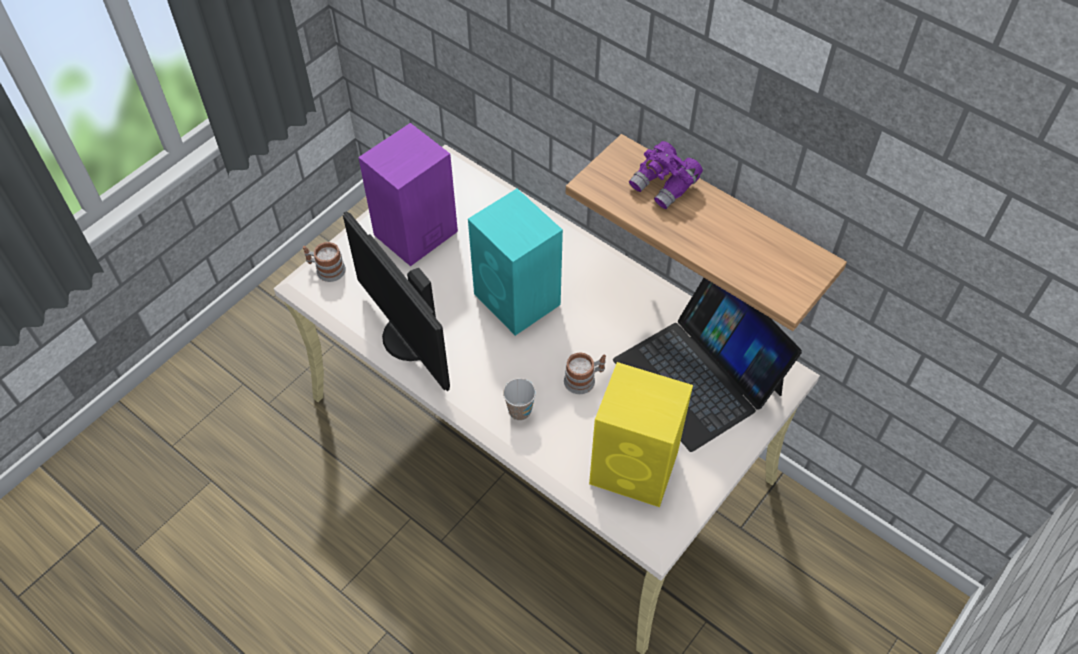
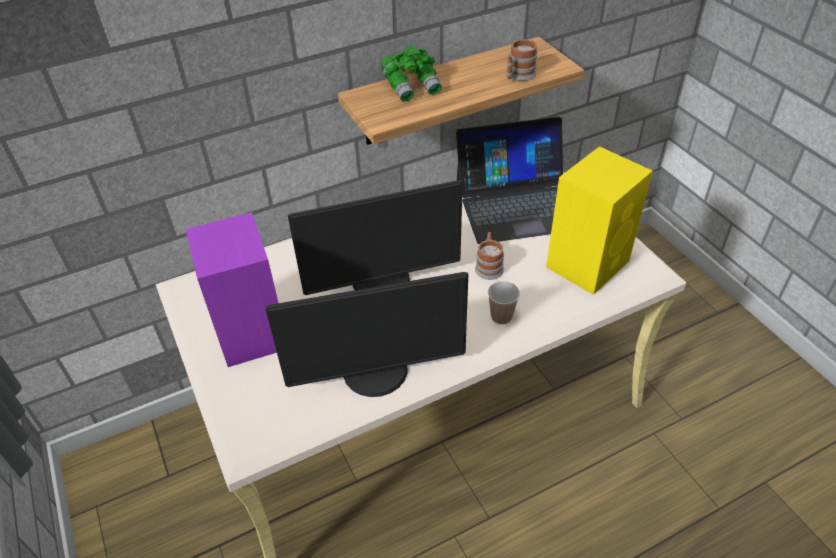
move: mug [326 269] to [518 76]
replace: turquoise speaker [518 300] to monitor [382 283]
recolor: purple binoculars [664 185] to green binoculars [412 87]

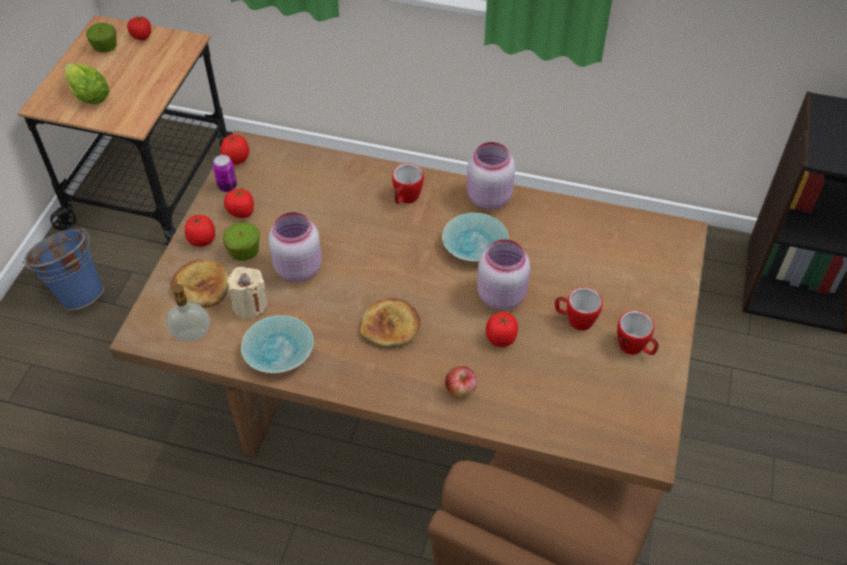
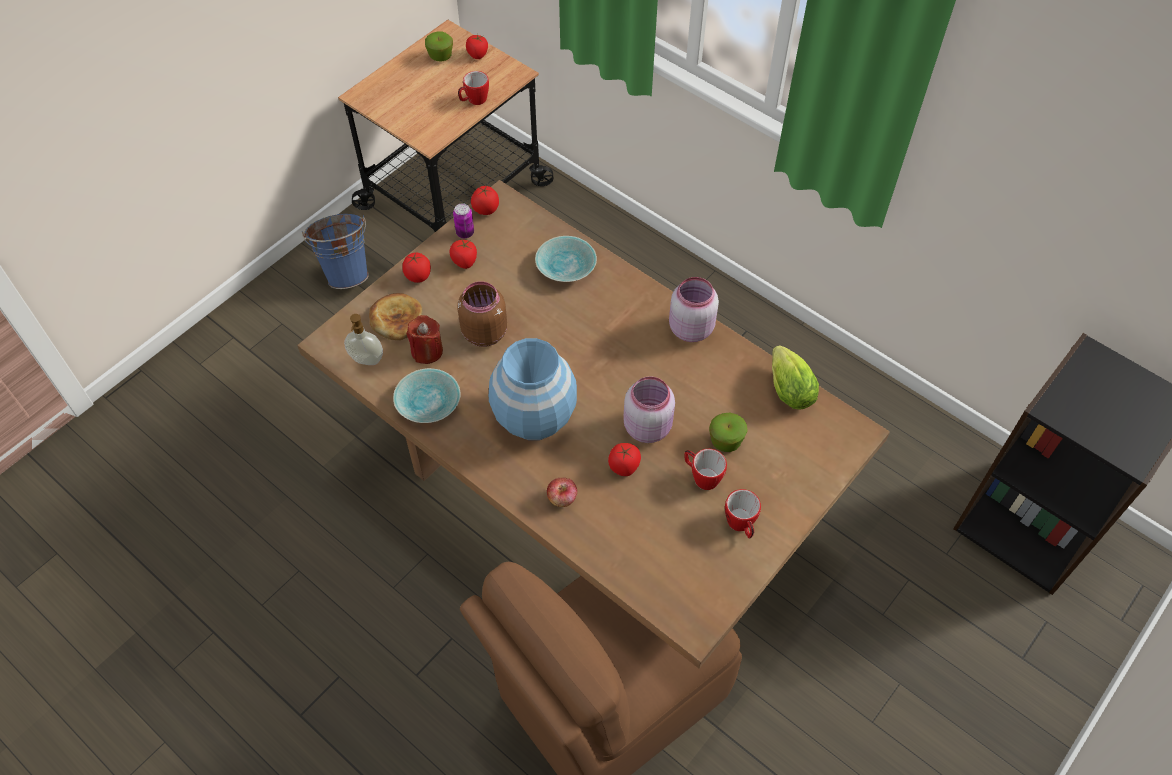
move: lettuce [87 94] to [787 387]; apple [244 252] to [725 441]; mug [405 199] to [474 100]; turquoise bowl [472 246] to [564 266]
replace: bread [390 326] to blue vase [534 417]
recolor: beige candle [250 305] to red candle [427 351]; pink jar [297 268] to brown jar [484 332]

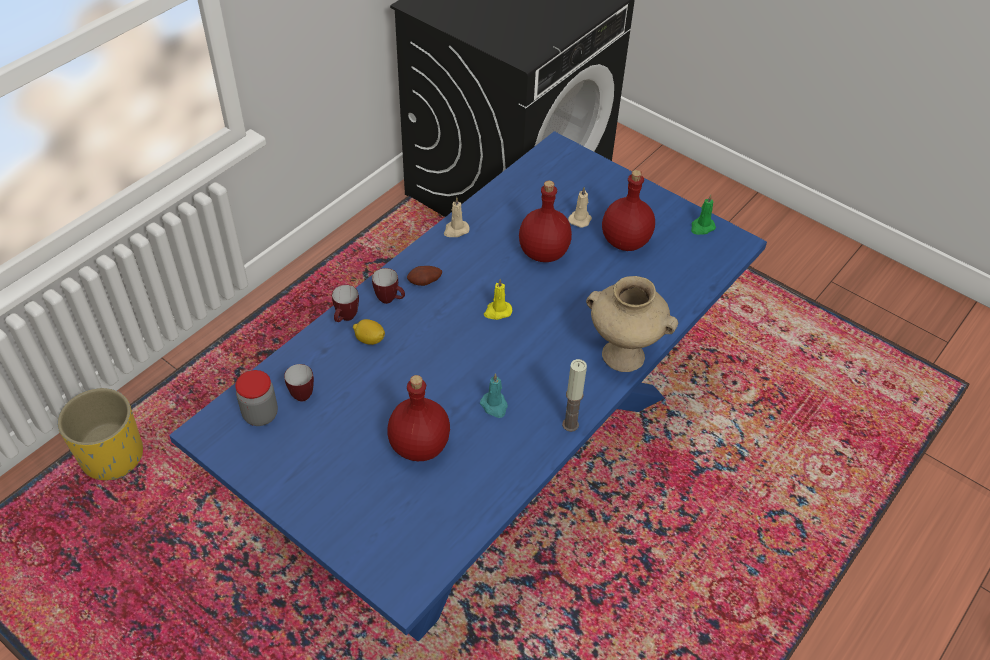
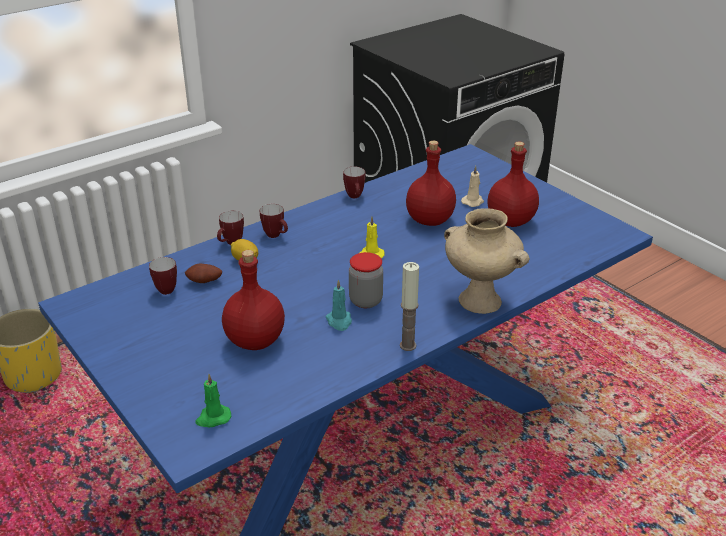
move: jar [260 414] to [365 301]; potato [425 283] to [204 282]; green candle [702 227] to [213 418]
replace: beige candle [455 230] to mug [355 197]

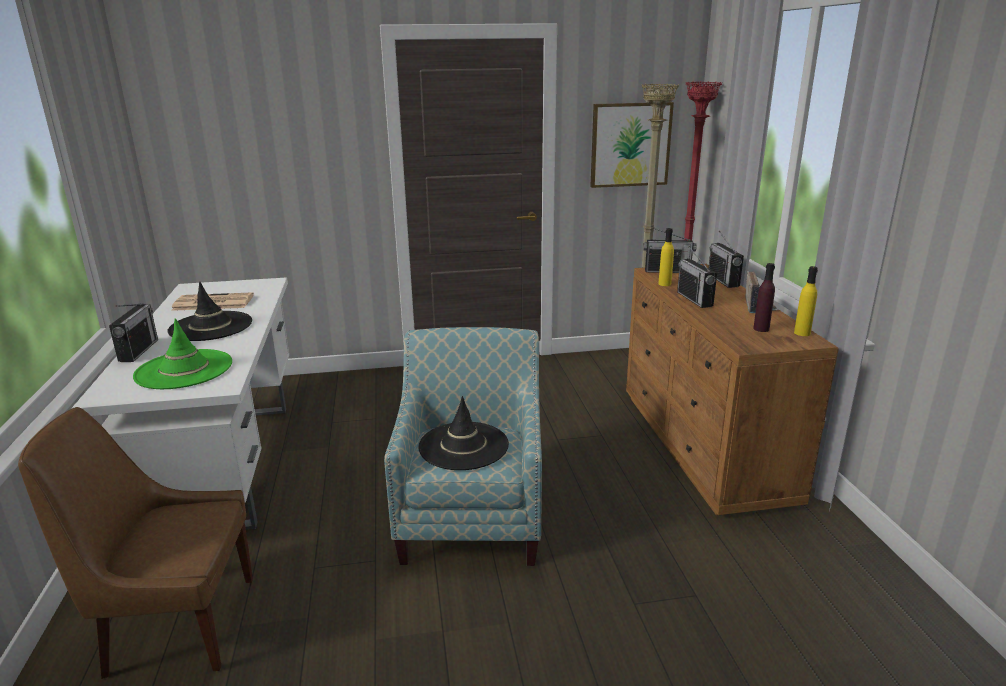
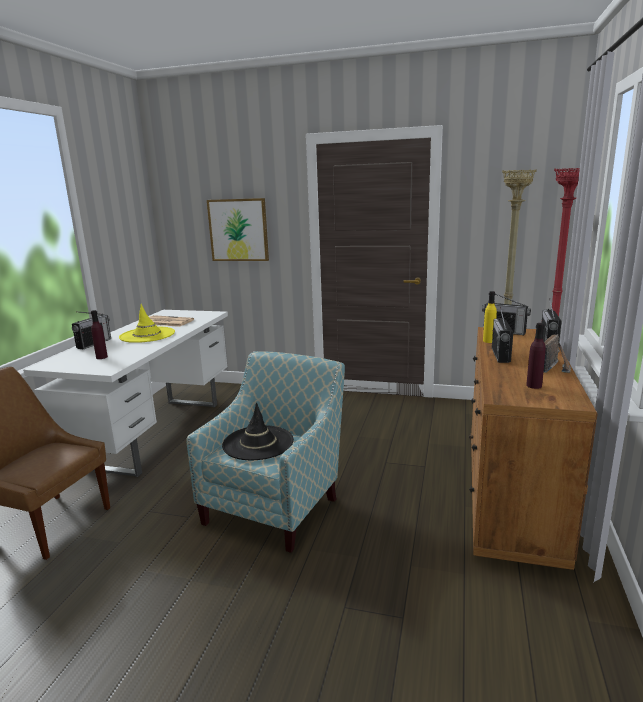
delete: yellow bottle [802 333]
move: picture [630 145] to [238 230]
replace: green hat [184 369] to purple bottle [101 357]
recolor: black hat [211 326] to yellow hat [147 335]

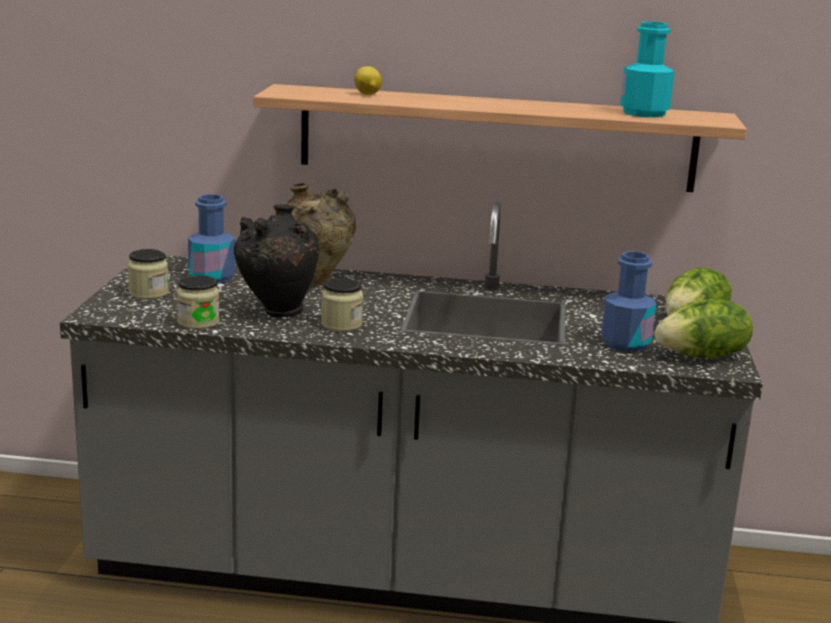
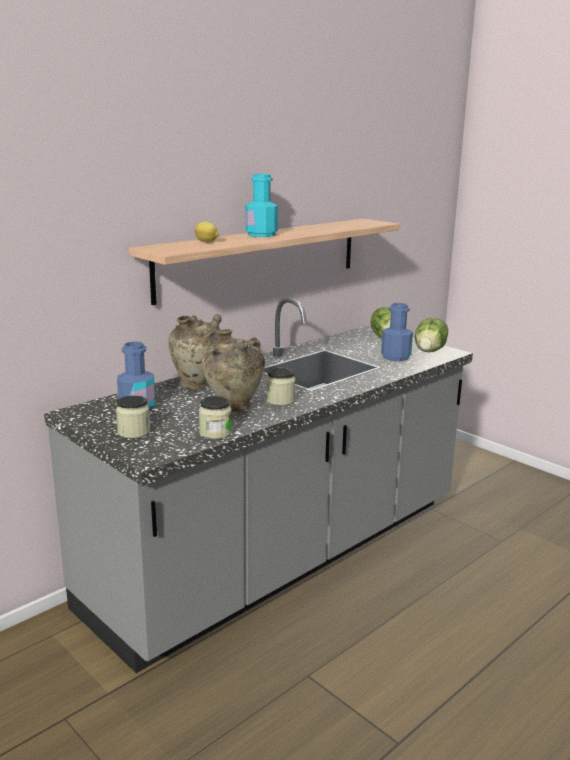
move: turquoise bottle [644 113] to [261 235]
recolor: black vase [277 313] to beige vase [234 409]

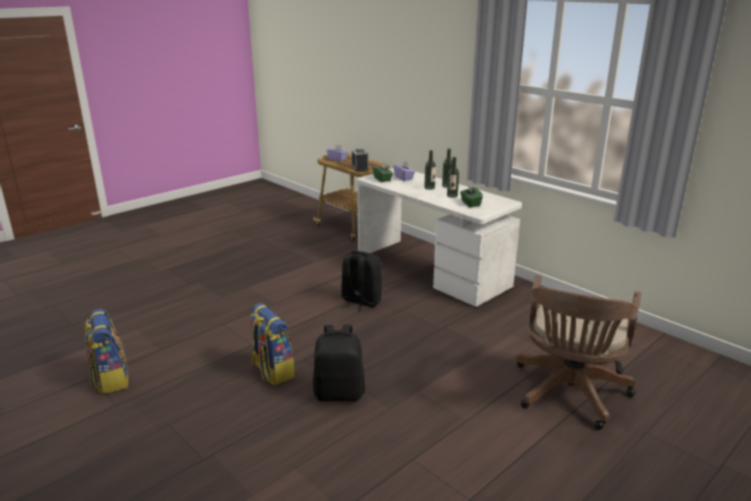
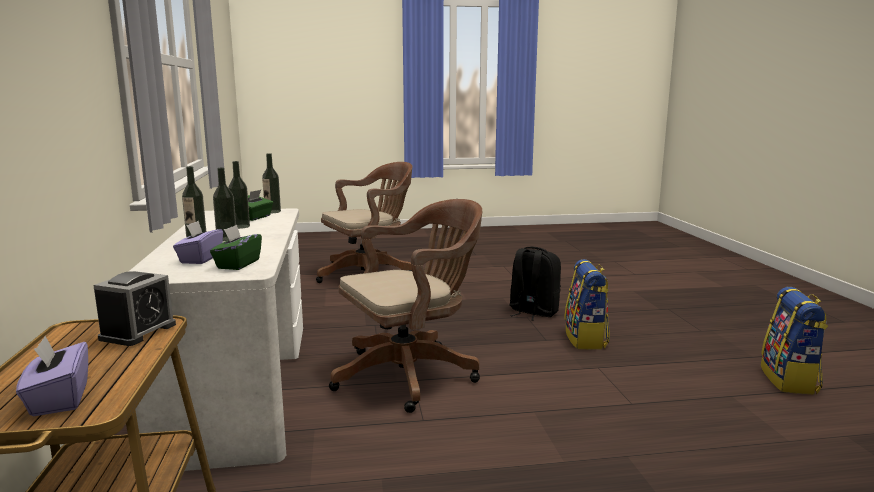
insert: bottle [272 212]
replace: black backpack [360 302] to brown office chair [411 374]

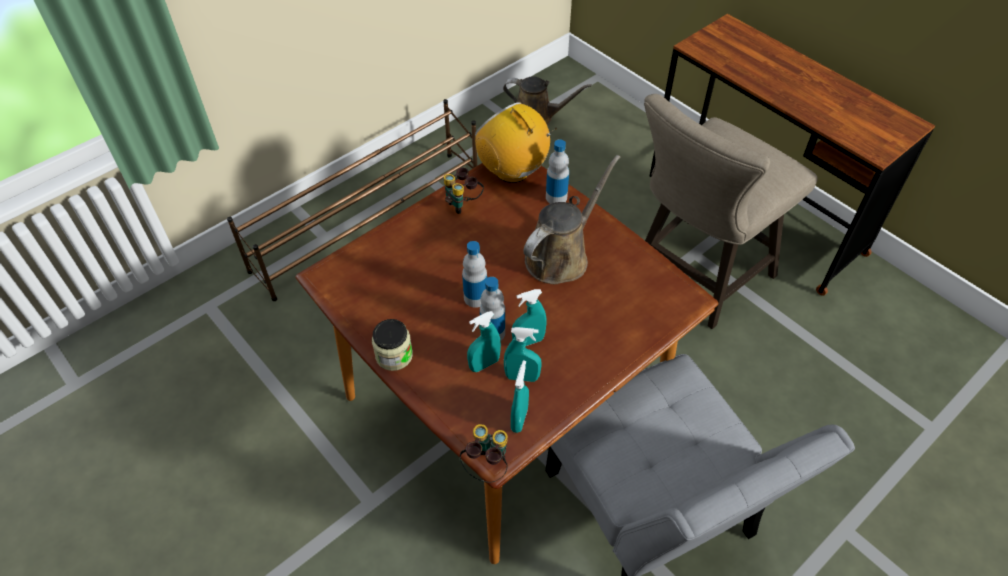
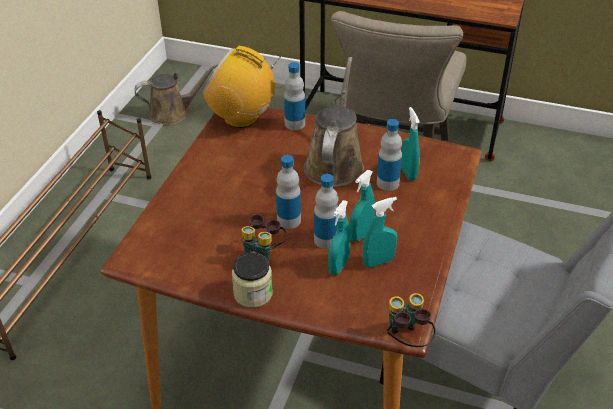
insert: bottle [388 183]
move: binoculars [463 204] to [263 255]; turquoise spray bottle [519 419] to [408 173]

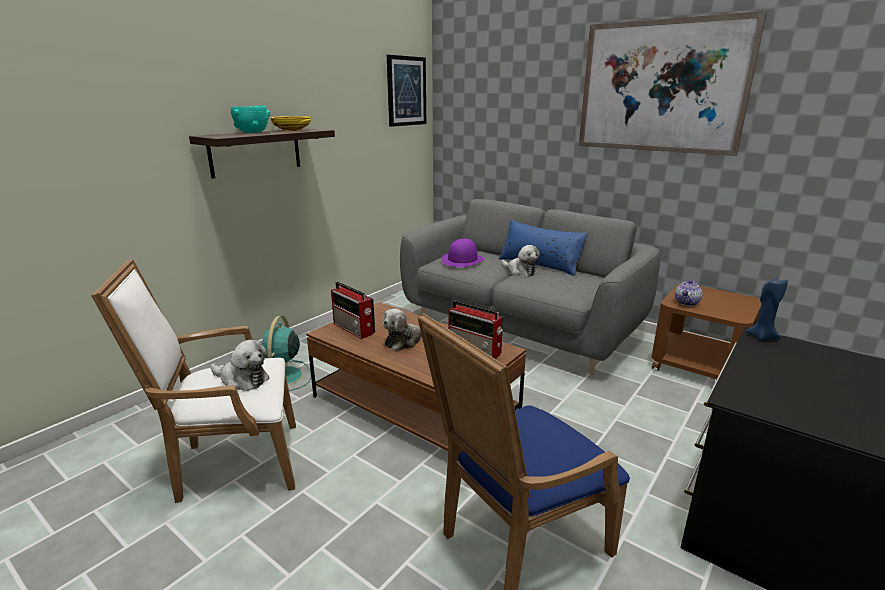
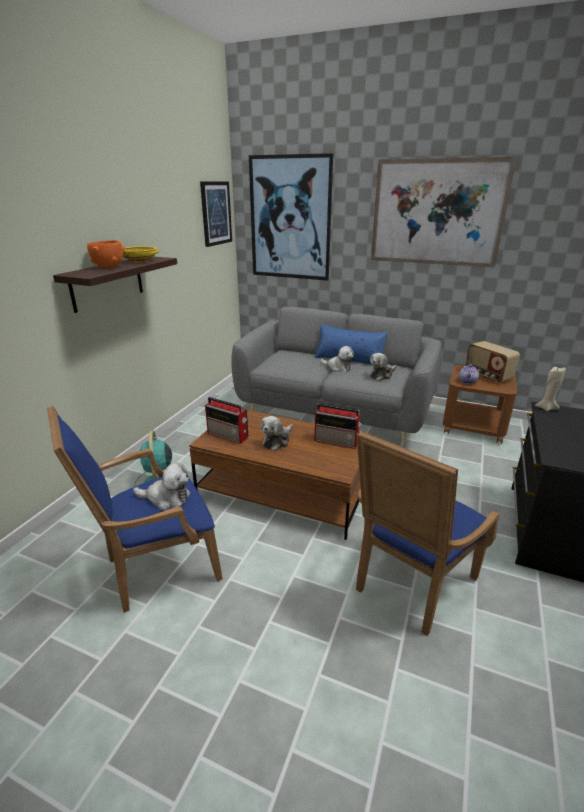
delete: purple hat [462 260]
insert: picture [290 219]; plush toy [382 375]; radio [487 376]
recolor: white armchair [231 464] to blue armchair [155 569]; turquoise bowl [252 133] to orange bowl [108 267]; blue candle [761 336] to beige candle [546 408]

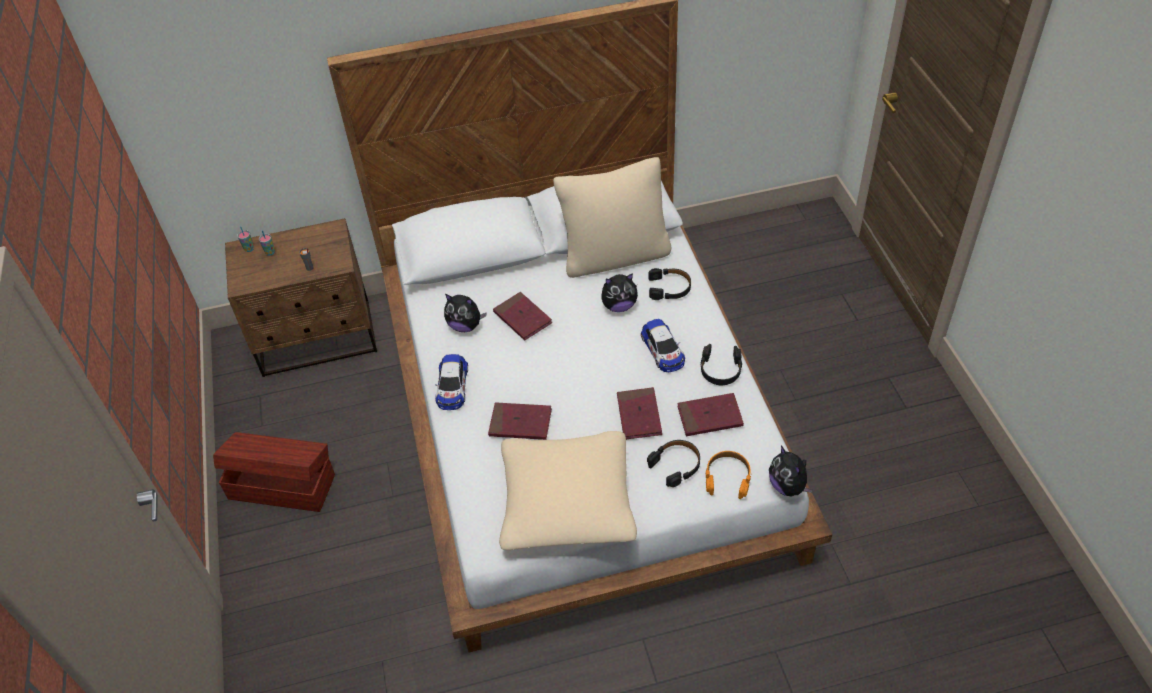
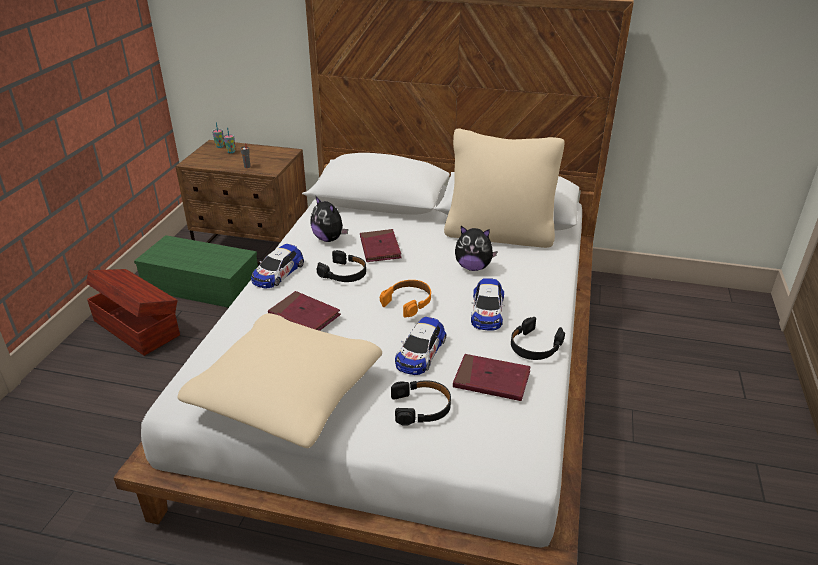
delete: plush toy [788 486]
insert: green storage box [204 285]
move: black headphones [669 288] to [344 273]; orange headphones [727 478] to [408 302]
replace: red book [639 415] to toy car [420 352]

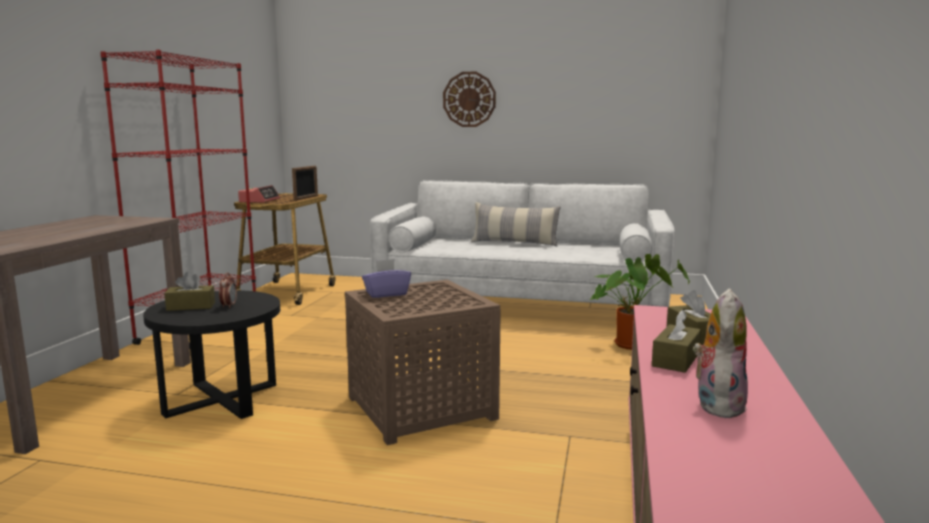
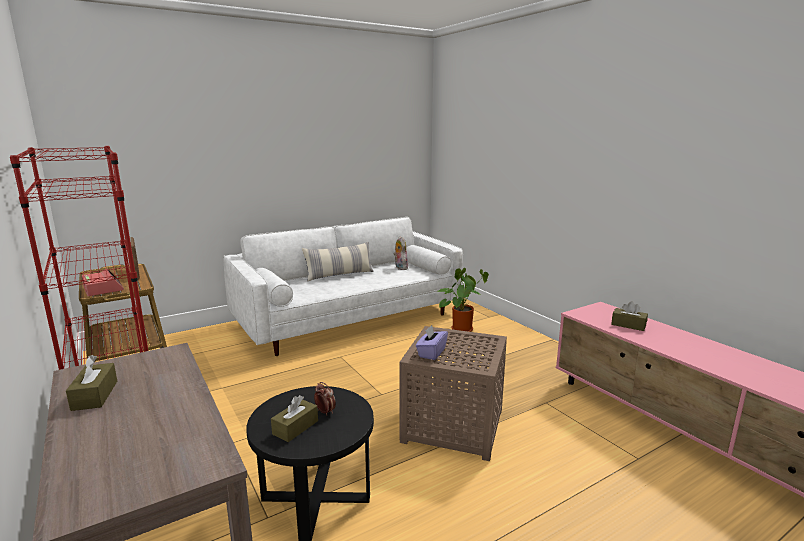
delete: wall clock [469 99]
move: brown tissue box [675 360] to [95 395]; plush toy [717 404] to [400 267]

